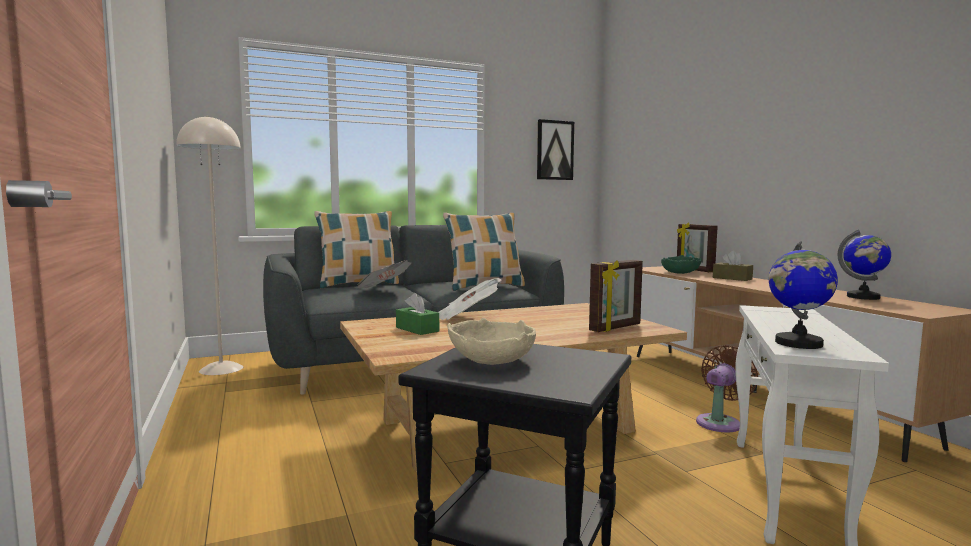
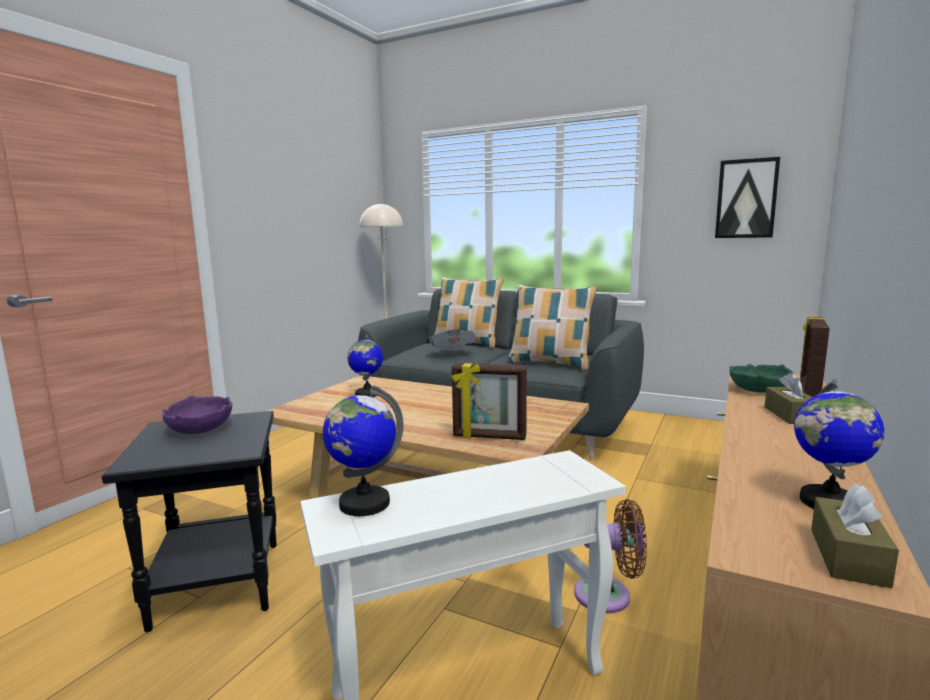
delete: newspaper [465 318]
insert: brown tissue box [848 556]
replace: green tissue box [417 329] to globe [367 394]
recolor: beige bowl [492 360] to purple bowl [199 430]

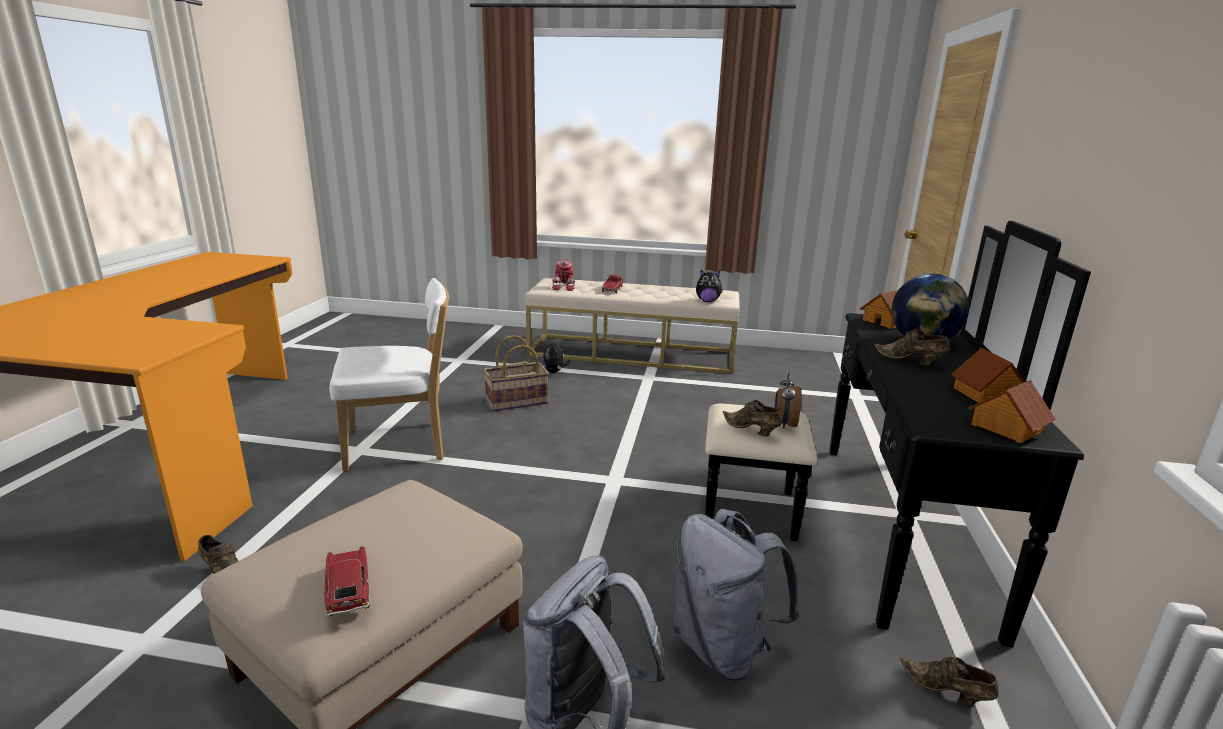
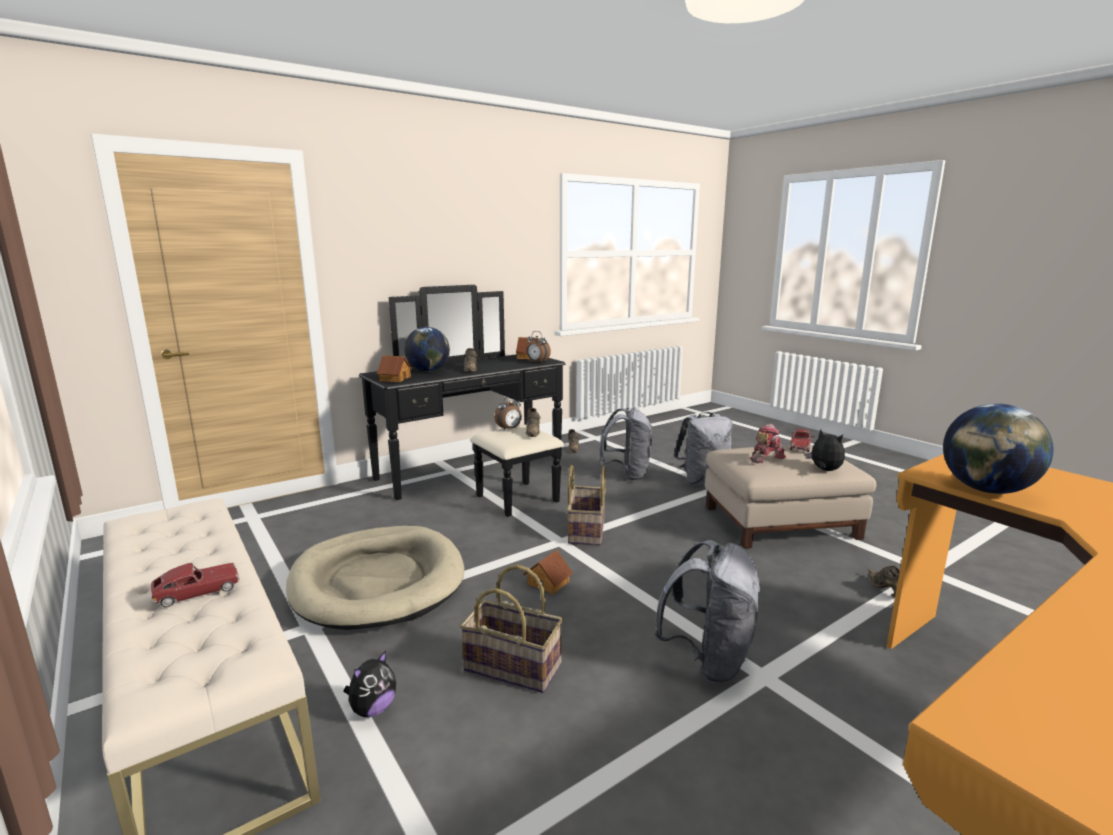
insert: beige dog bed [378 581]; alarm clock [537 362]; basket [585 530]; globe [986 490]
move: toy robot [564 287] to [765 458]; plush toy [707 301] to [824 470]; toy house [986 395] to [548 583]
replace: white chair [401 445] to grey backpack [708 660]

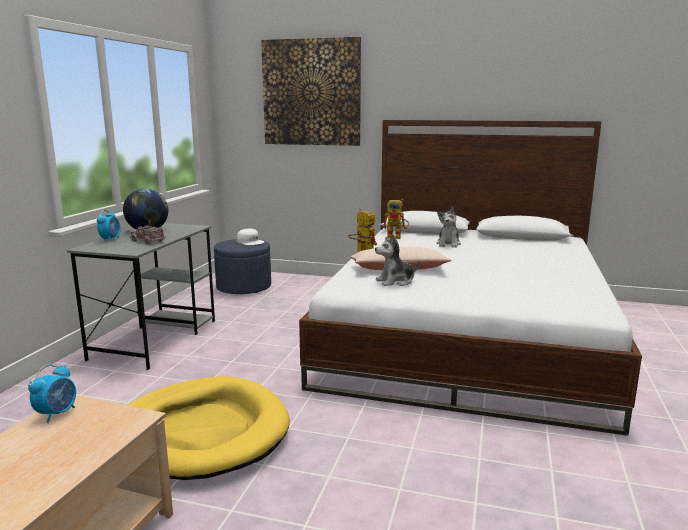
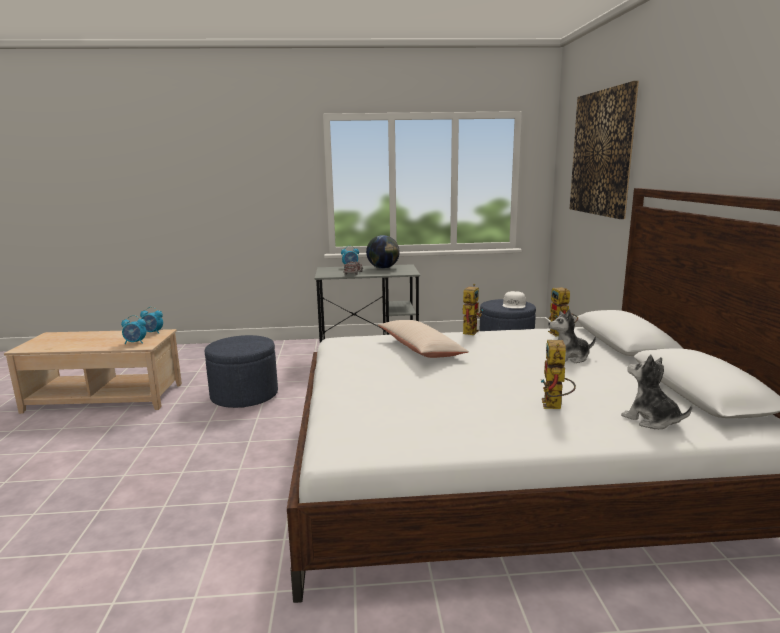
insert: alarm clock [135 342]; toy robot [554 406]
move: plush toy [395 281] to [651 420]
replace: yellow dog bed [203 432] to blue ottoman [244 395]

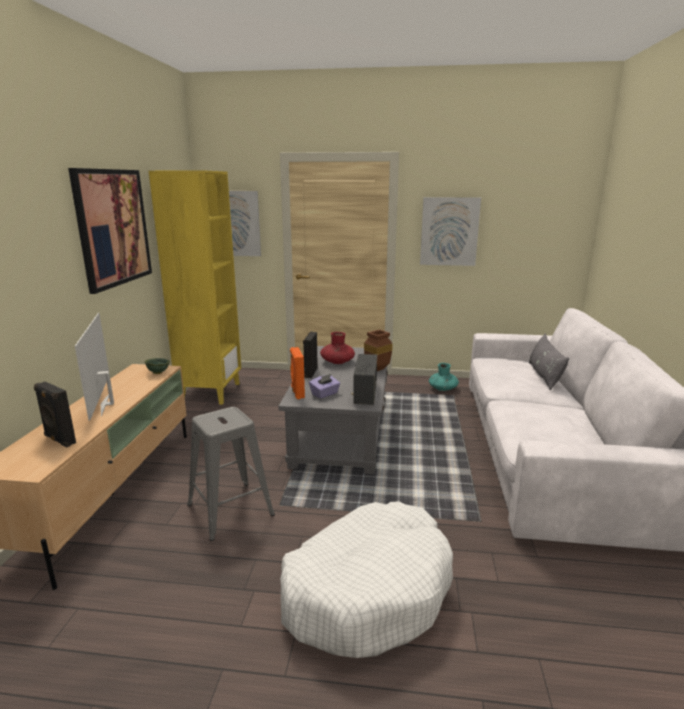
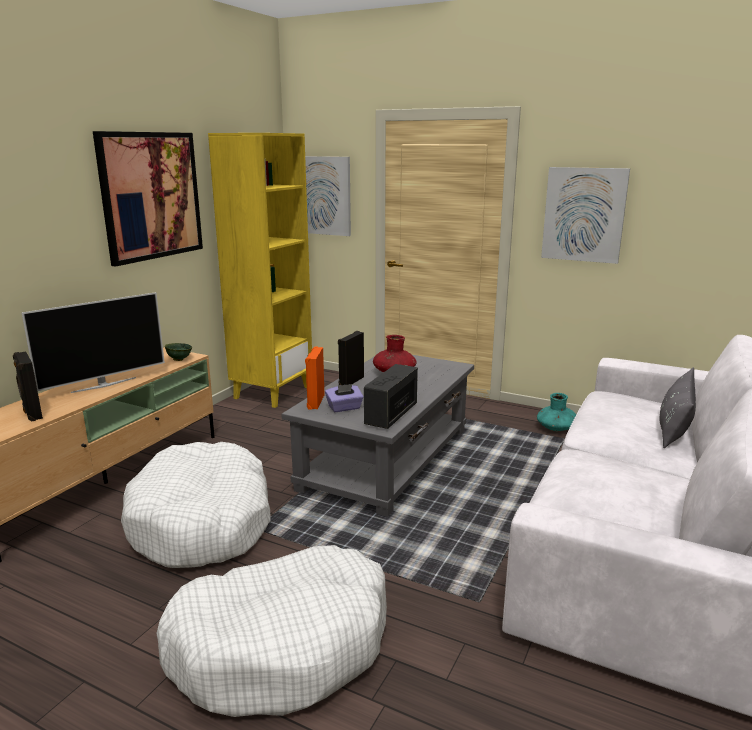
delete: brown vase [377 368]
replace: grey stool [229 509] to white dog bed [202 522]
rotate: television [107 404] = [103 385] 135 degrees counterclockwise

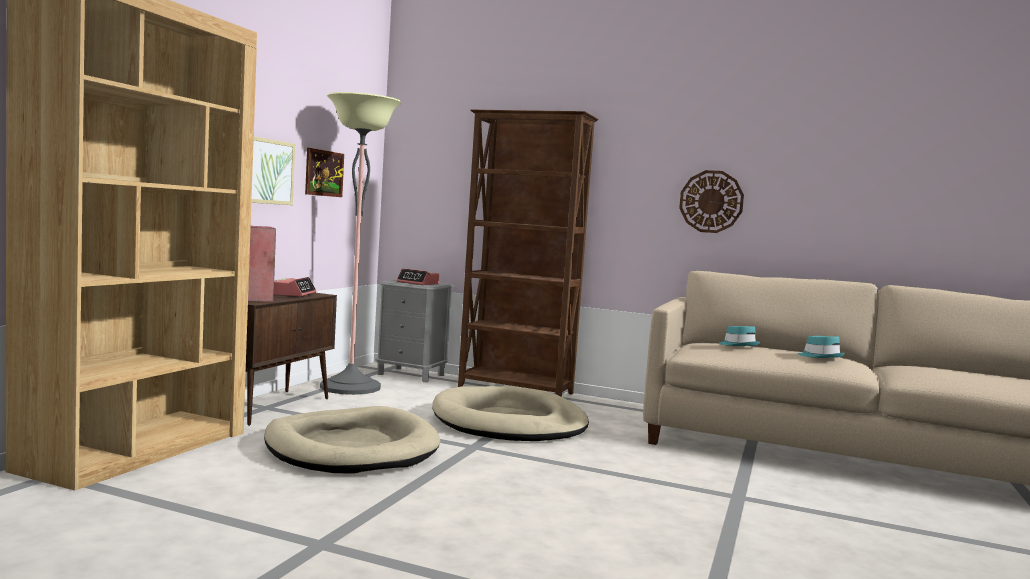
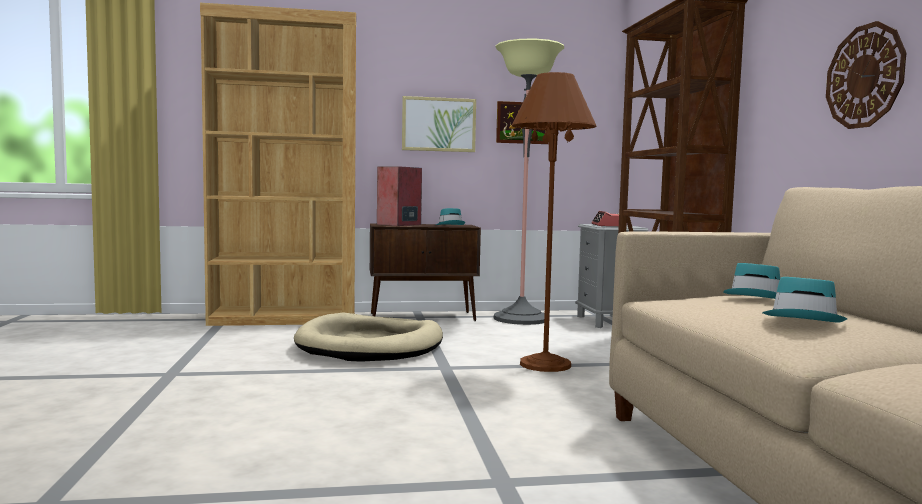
replace: alarm clock [293 294] to turquoise hat [449 225]; beige dog bed [509 422] to brown floor lamp [545 364]

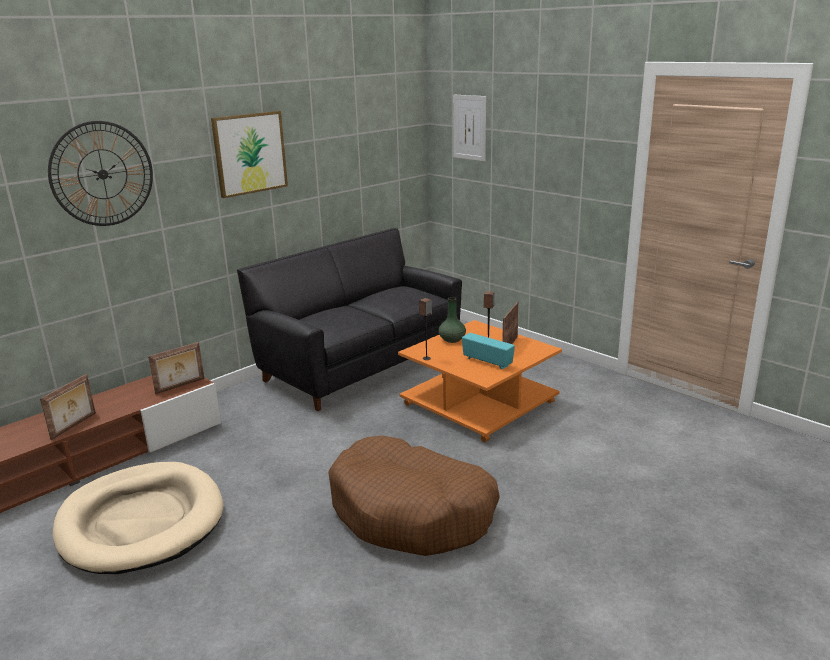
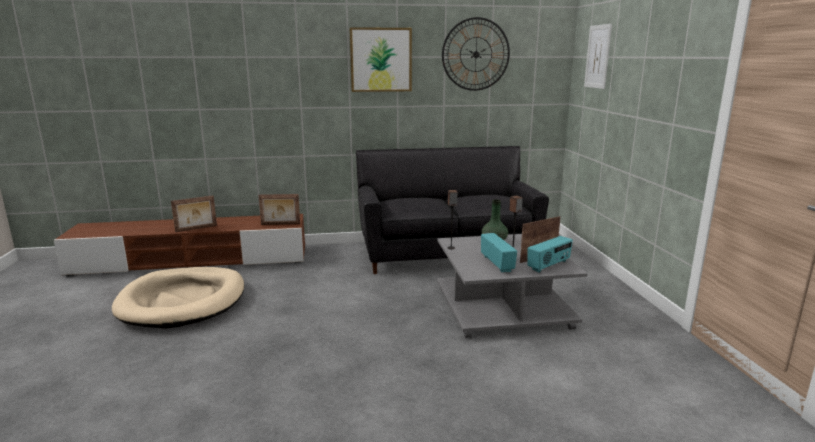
delete: brown dog bed [412 512]
insert: radio [549 265]
move: wall clock [102 174] to [476 54]
recolor: orange coffee table [479 402] to grey coffee table [503 307]

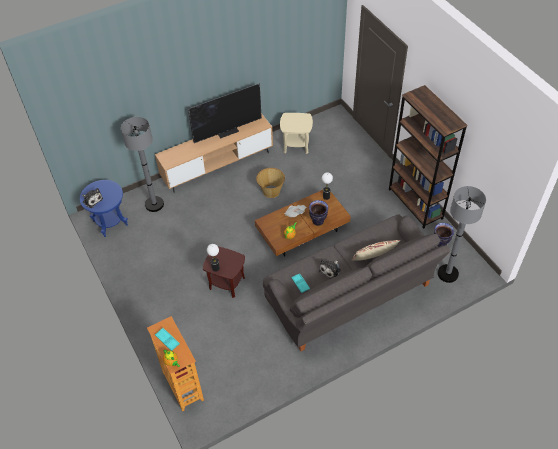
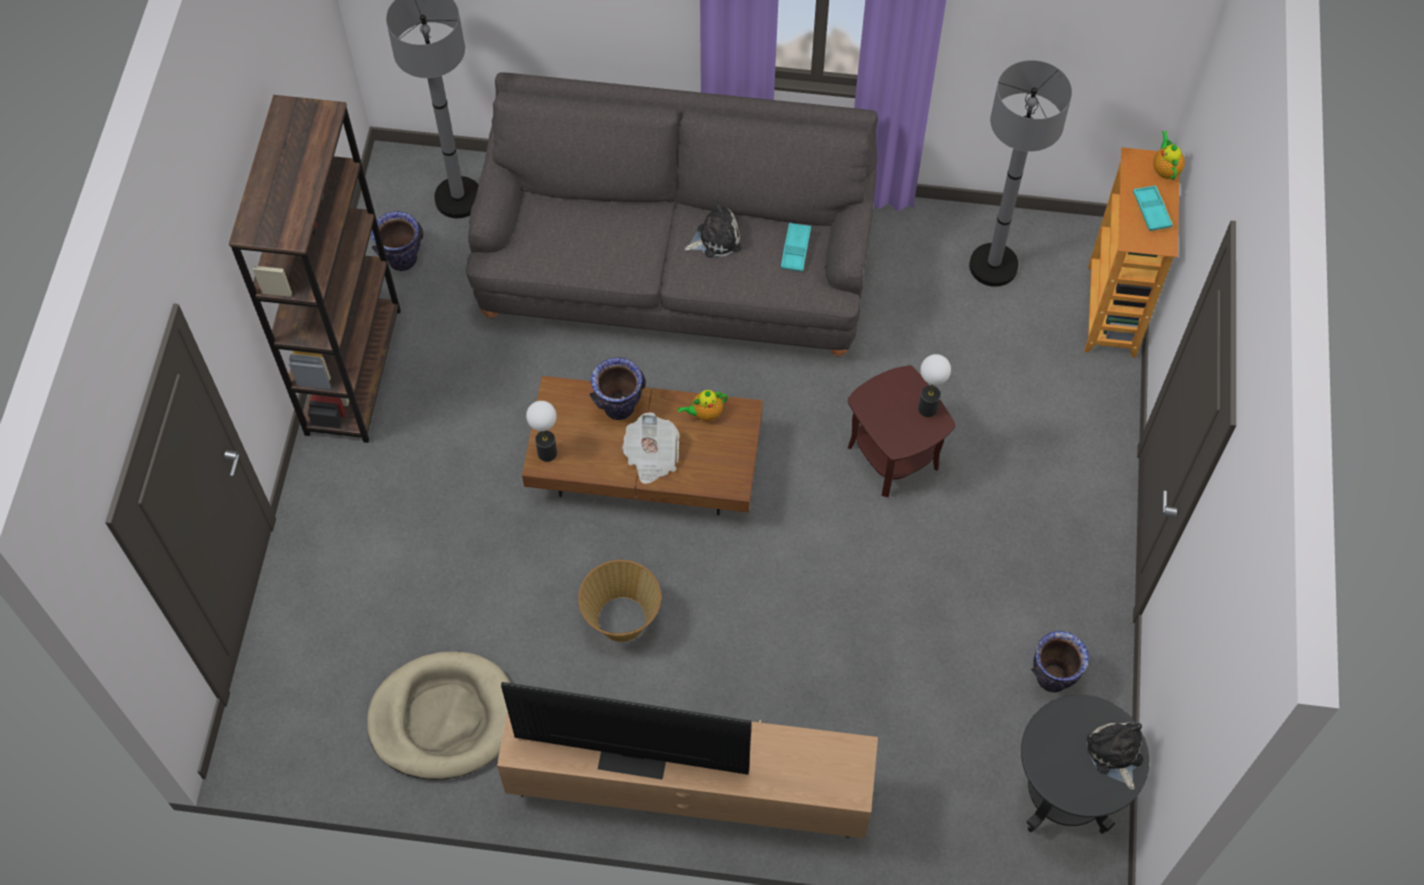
delete: beige pillow [374 256]
insert: vase [1052 678]
move: grey floor lamp [154 204] to [993 266]
replace: beige side table [296 145] to beige dog bed [443 718]
recolor: blue side table [110 223] to black side table [1064 796]

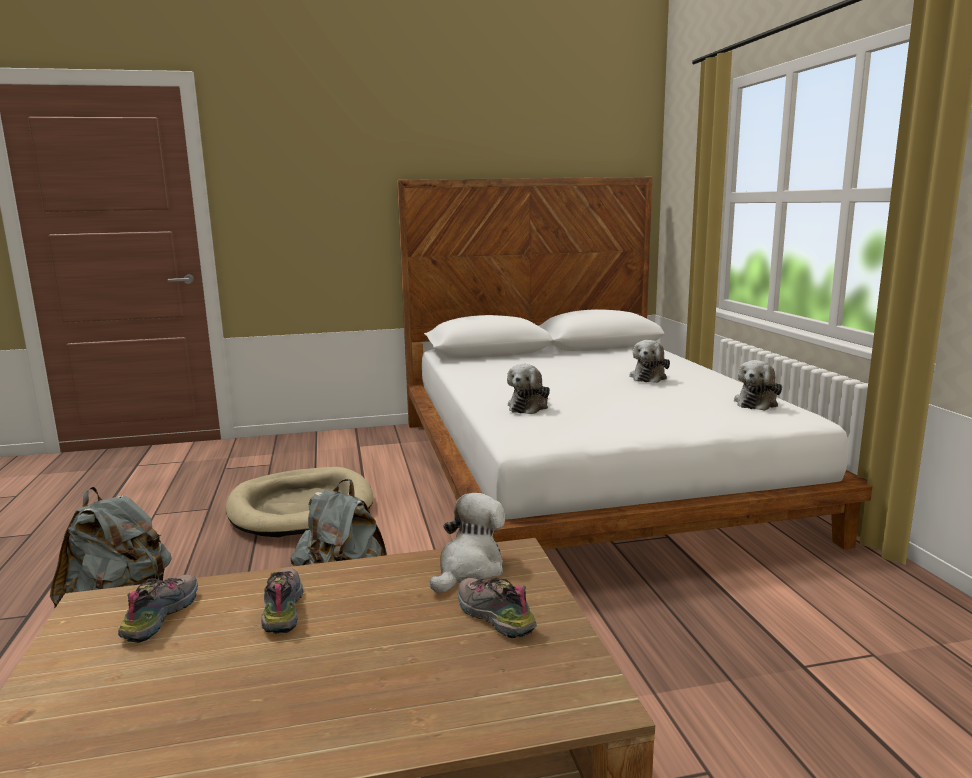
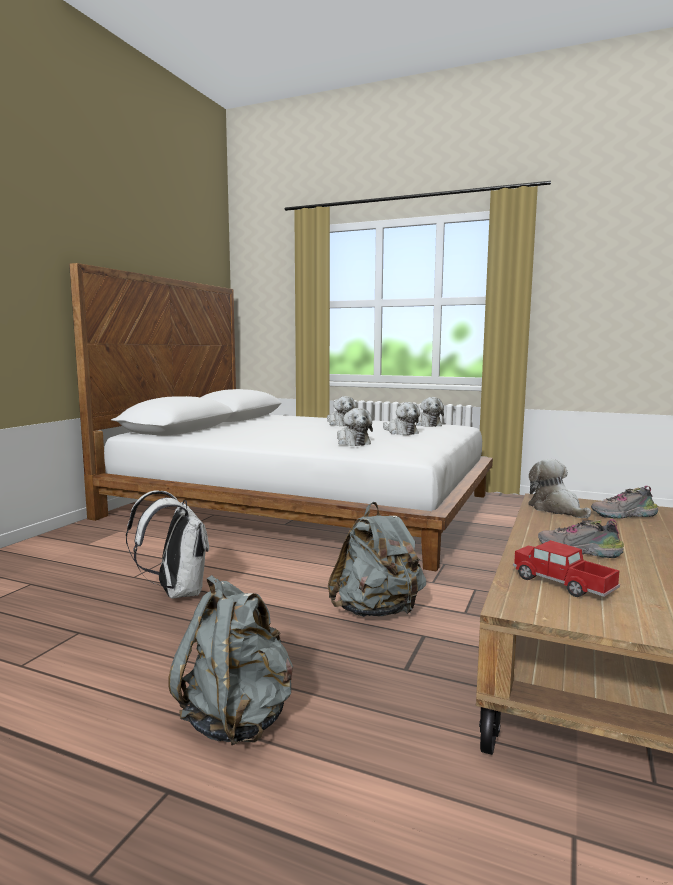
insert: plush toy [400 432]
replace: shoe [161 616] to toy truck [562 584]; beige dog bed [301 508] to white backpack [176 592]

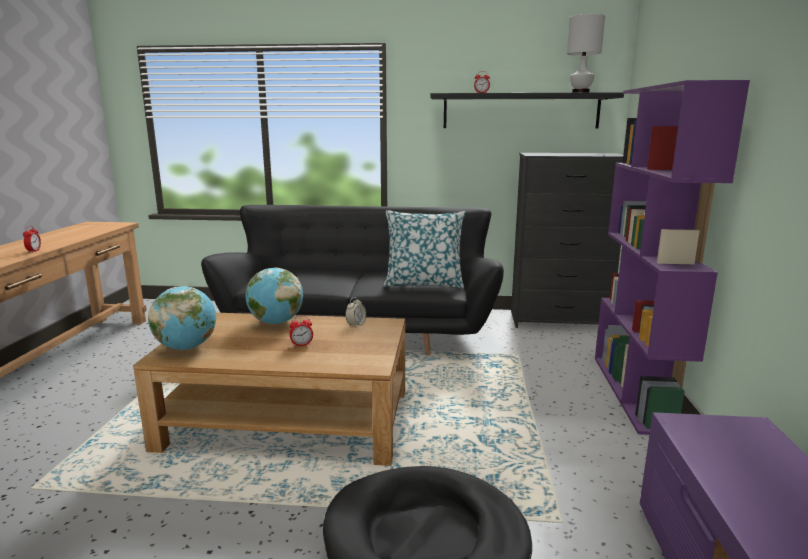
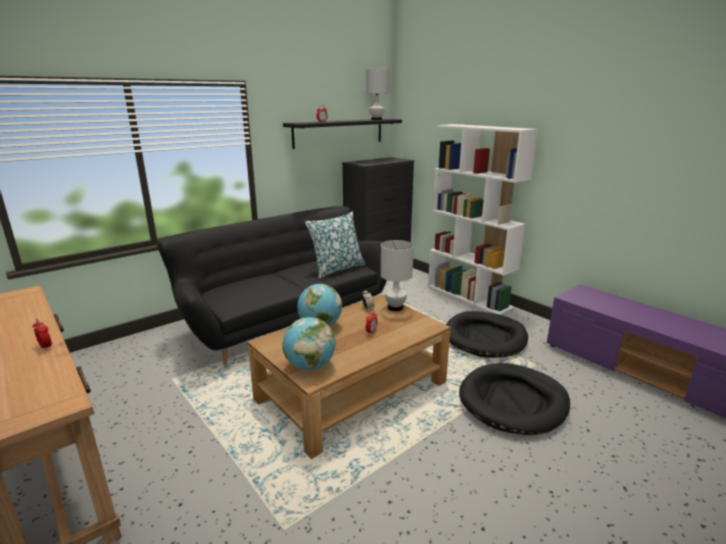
insert: white table lamp [395 307]; black dog bed [485 337]
recolor: purple bookcase [637 392] to white bookcase [469 297]

